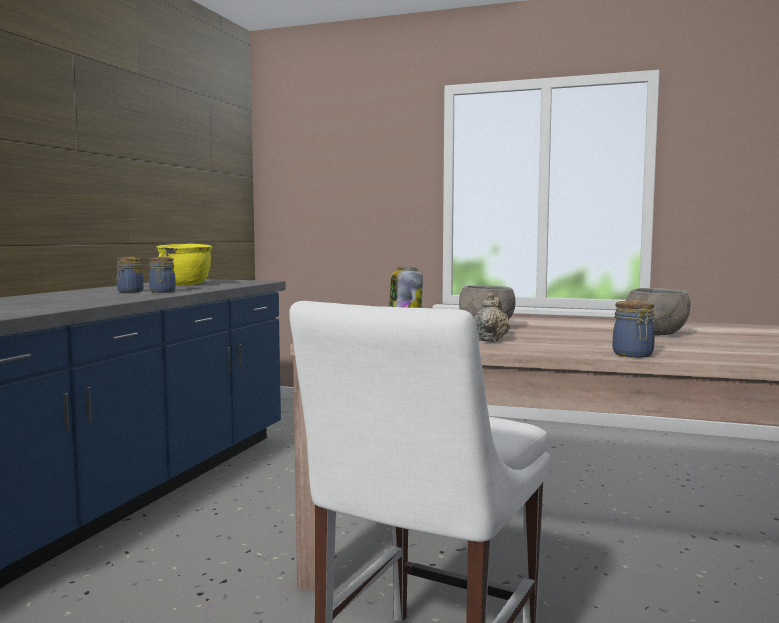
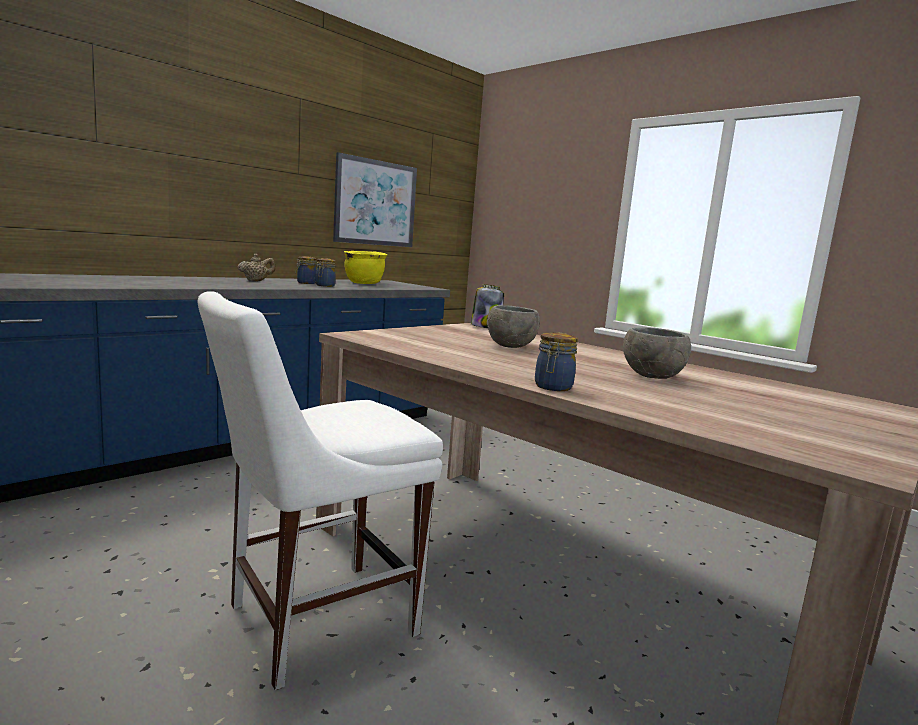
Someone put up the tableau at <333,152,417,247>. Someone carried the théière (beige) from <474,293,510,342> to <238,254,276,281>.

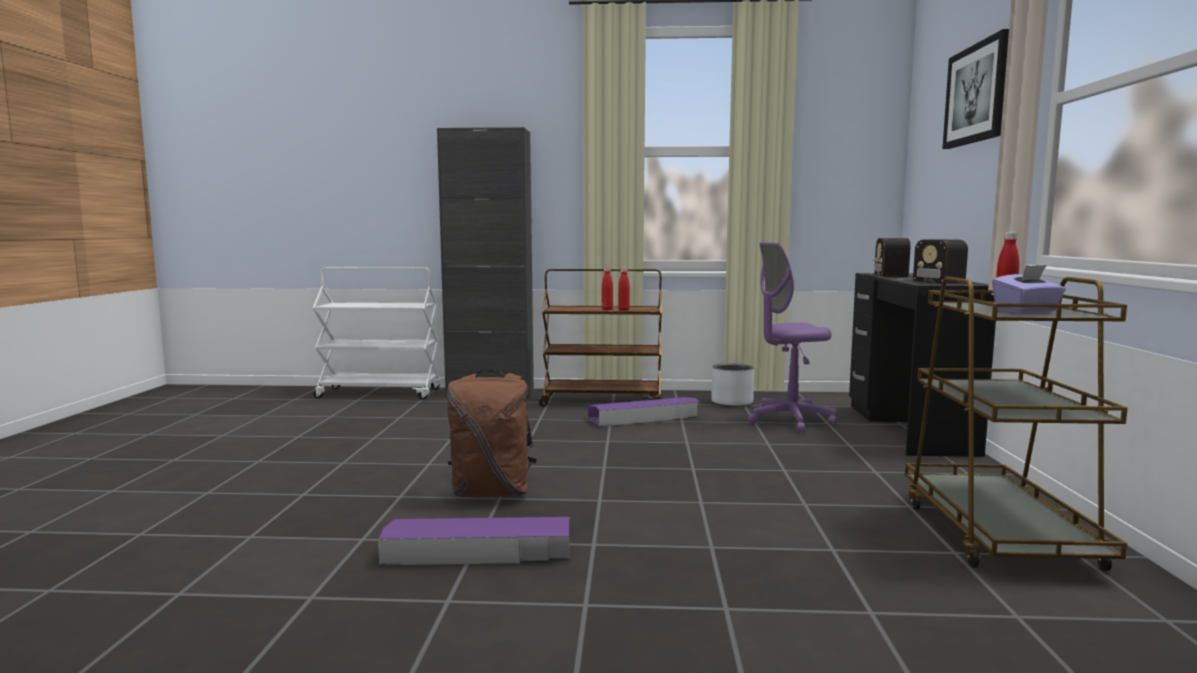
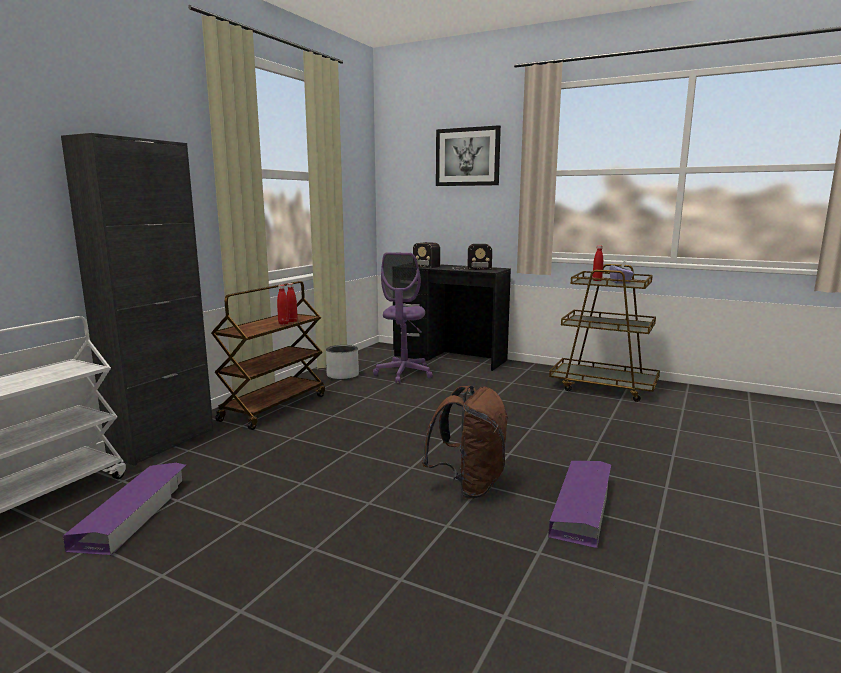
Someone carried the boîte de rangement (violet) from <588,397,699,427> to <63,463,186,555>.

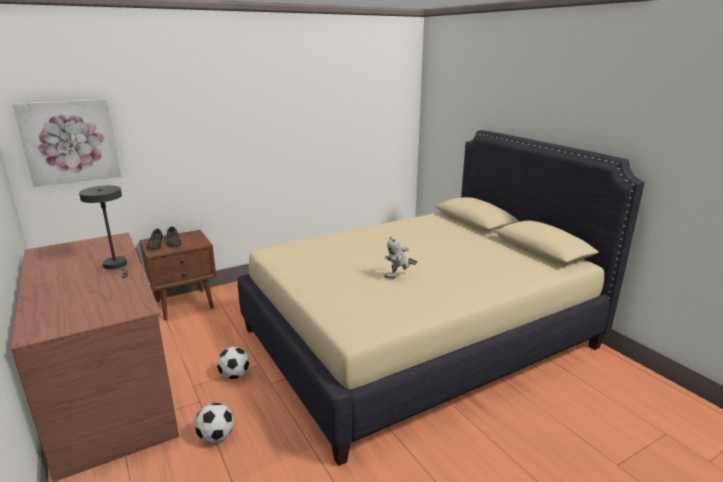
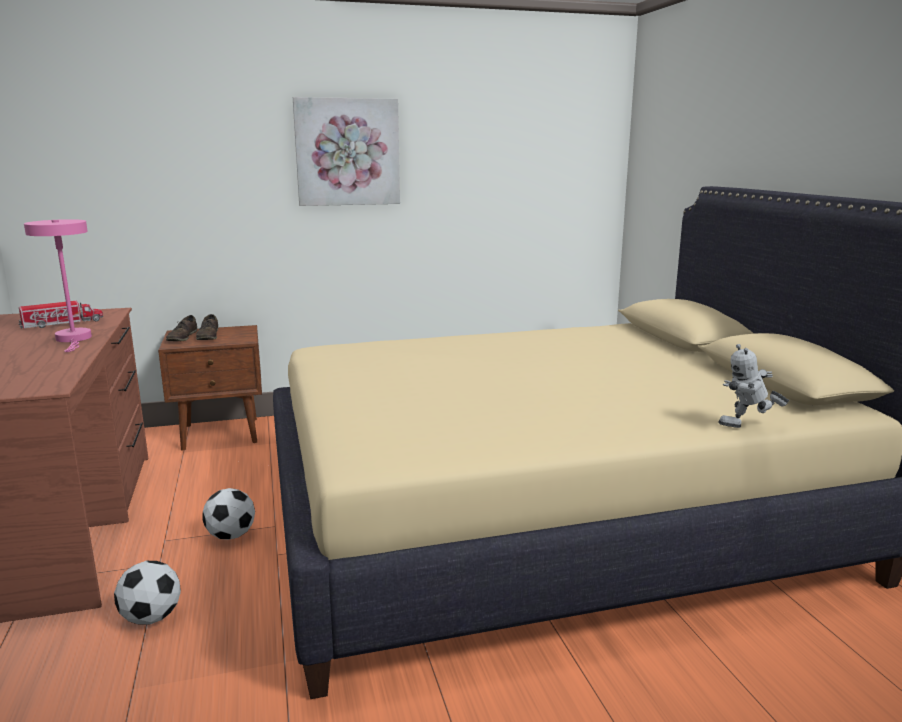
Someone put down the camion jouet at <19,301,103,329>. Someone carried the tableau from <13,99,121,187> to <293,97,400,206>. Someone carried the robot jouet from <384,236,417,278> to <718,344,789,428>. Someone repainted the lampe de table (gris) at <79,185,128,278>, which became the lampe de table (rose) at <24,219,92,352>.

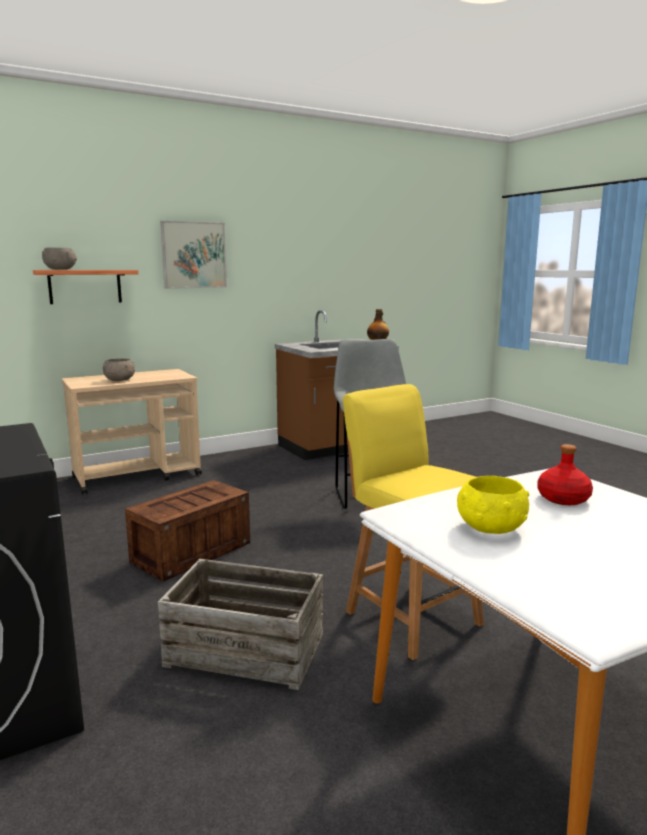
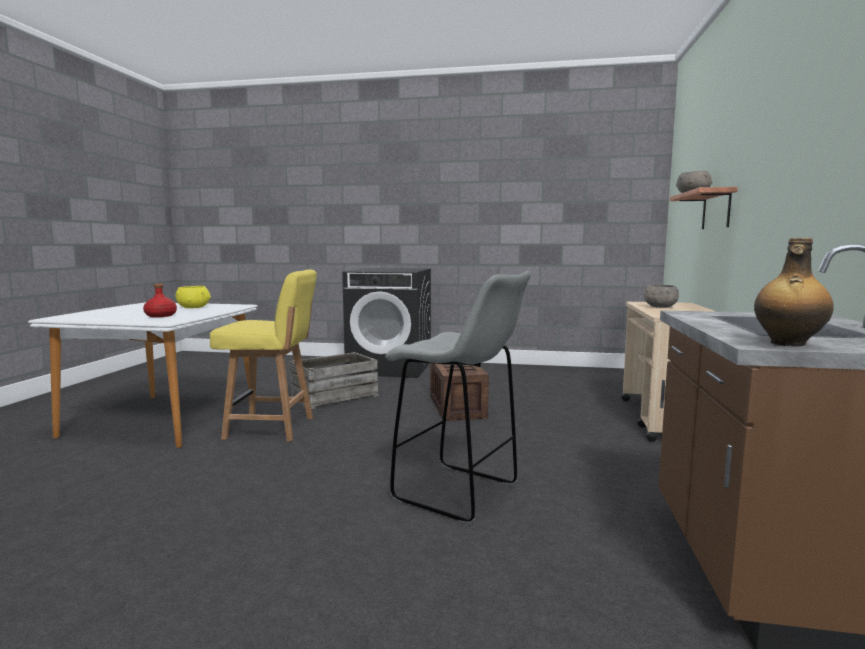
Someone took away the tableau at <160,221,227,289>.

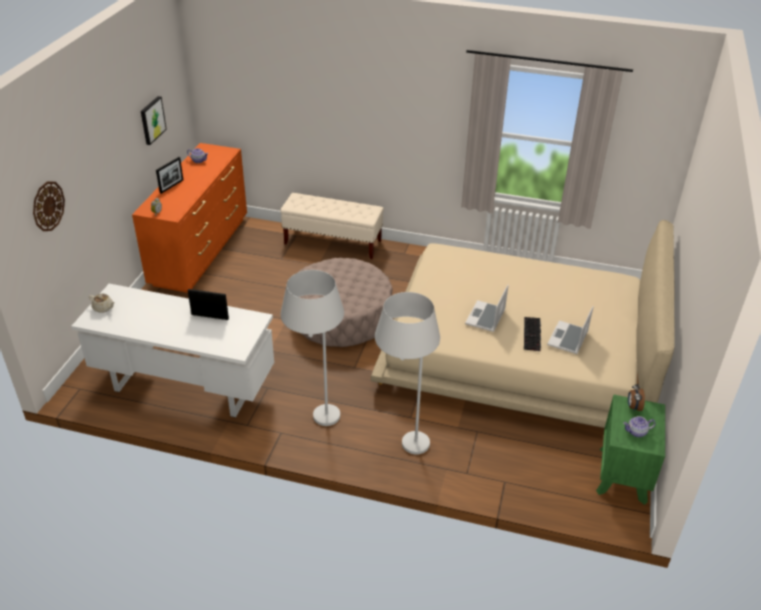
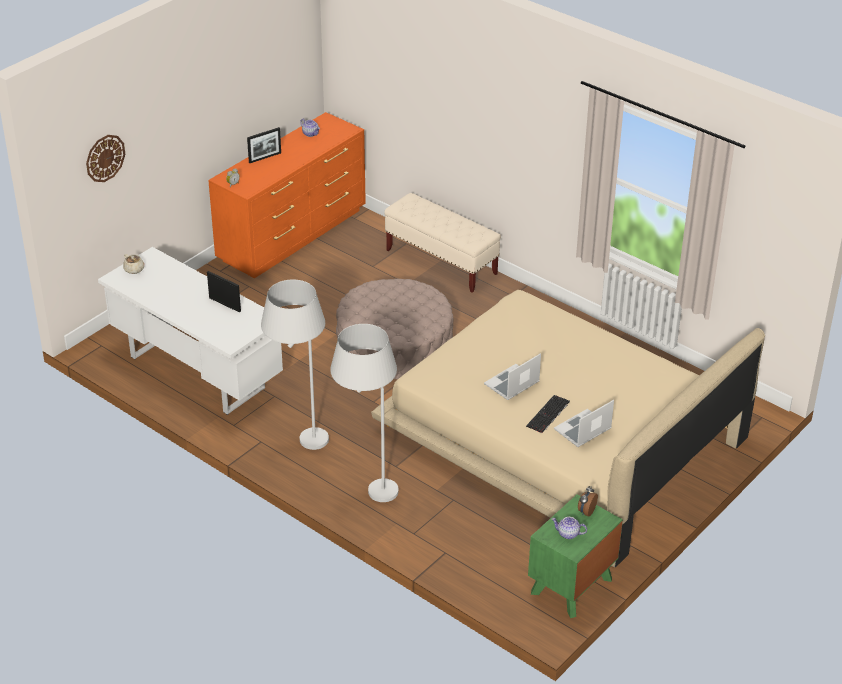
Someone took away the tableau at <141,96,167,145>.

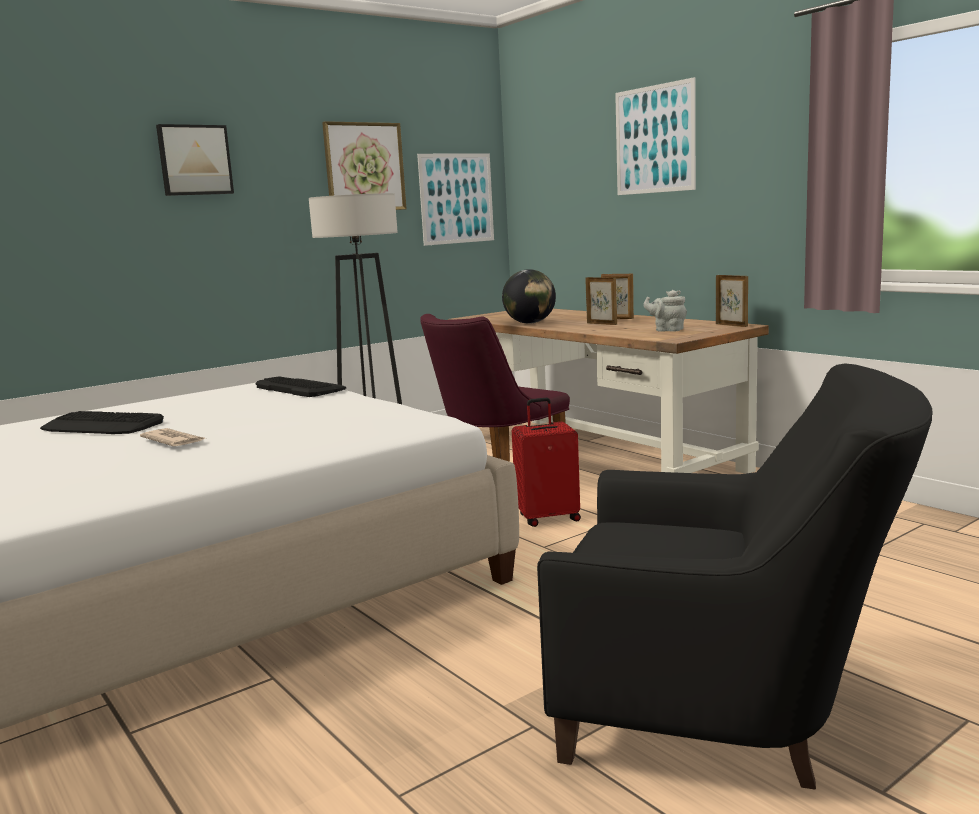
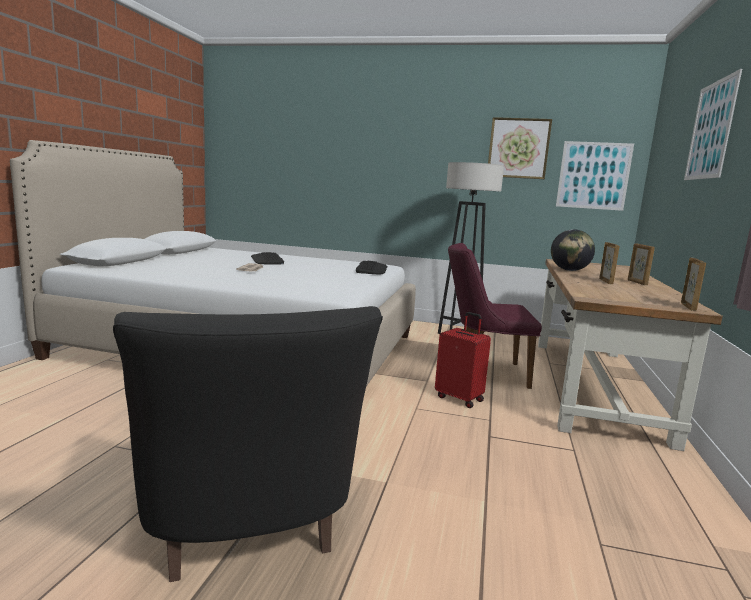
Someone took away the tableau at <156,124,234,196>. Someone took away the théière (gris) at <643,290,687,332>.

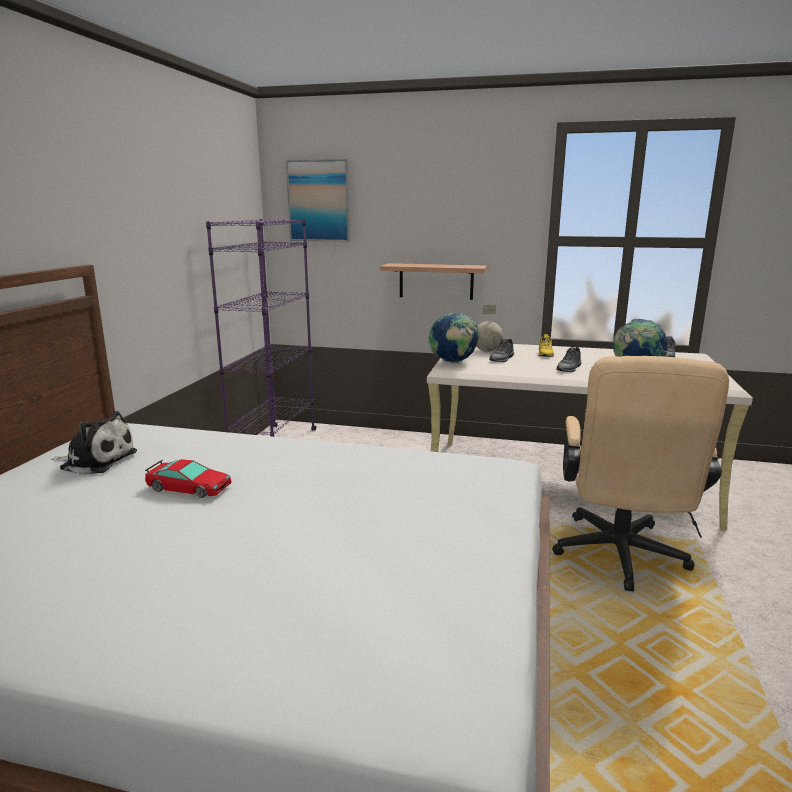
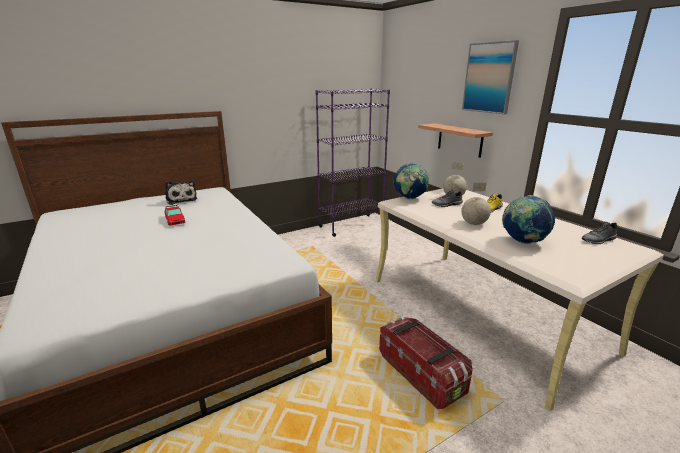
Someone carried the tableau from <286,159,350,242> to <462,40,519,114>. Someone swapped the chaise de bureau (beige) at <552,356,729,591> for the boîte de rangement at <379,317,473,409>. Someone swapped the chaussure (gris) at <556,347,581,372> for the globe at <461,183,491,225>.

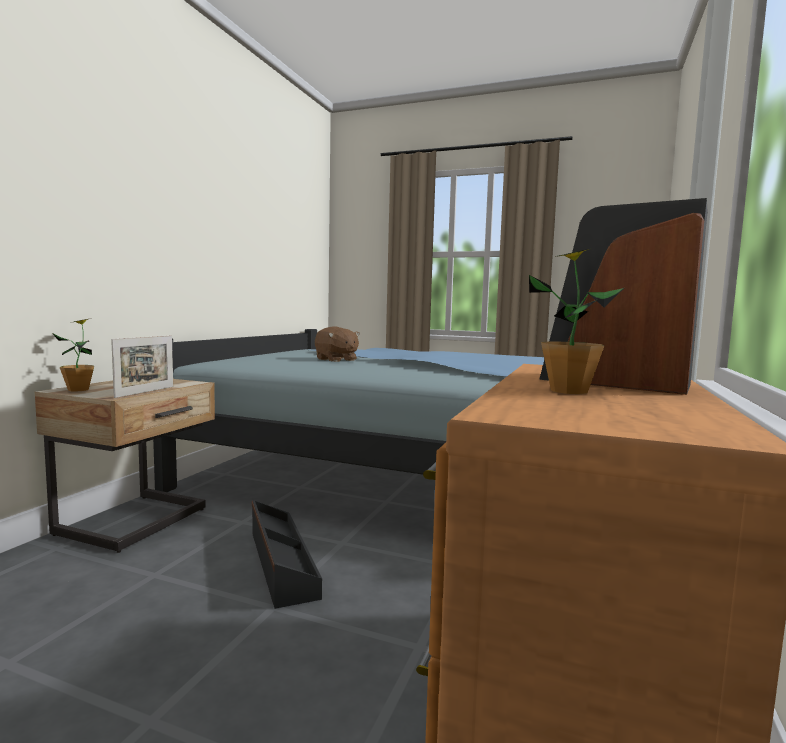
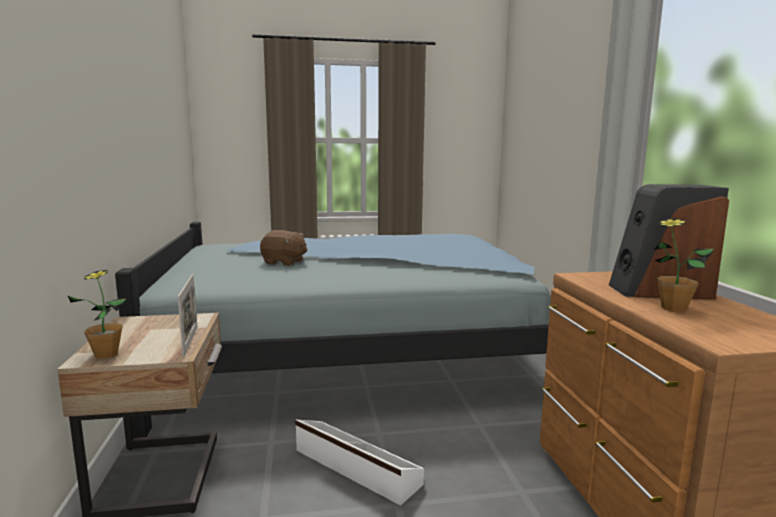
Someone repainted the boîte de rangement (noir) at <252,500,322,609>, which became the boîte de rangement (blanc) at <295,420,424,506>.

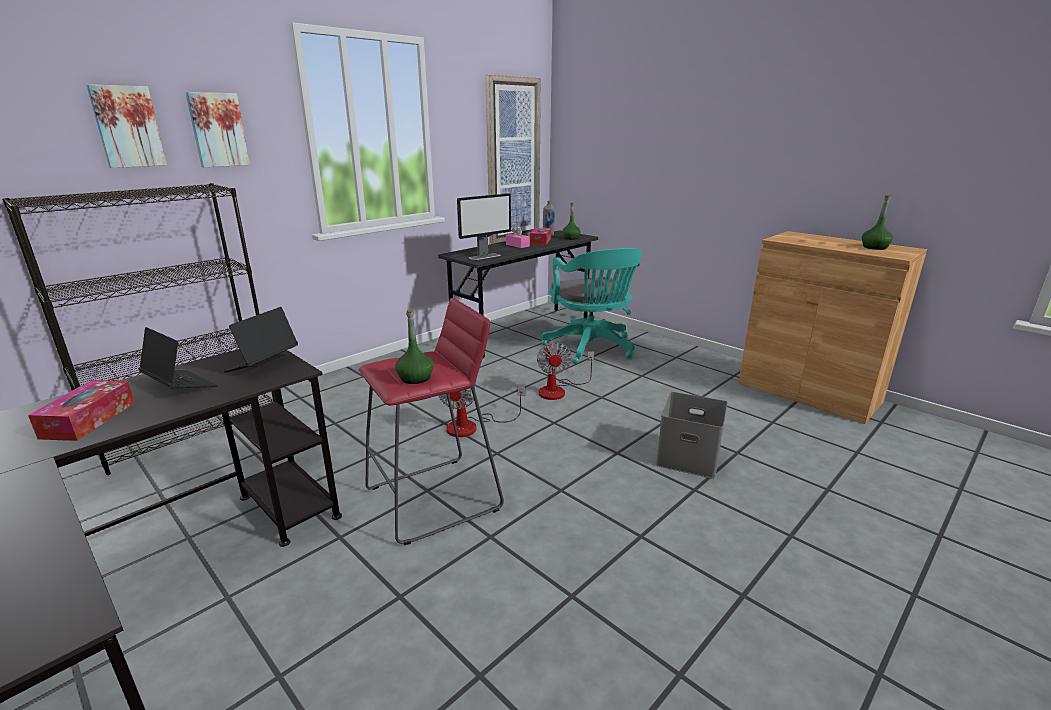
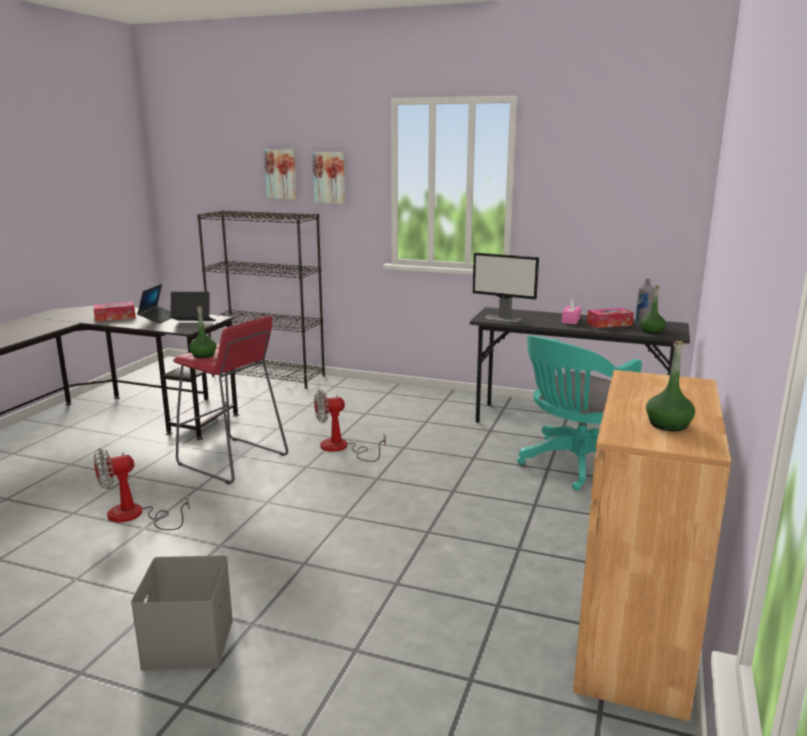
Someone took away the tableau at <485,75,541,244>. Someone carried the ventilateur from <537,342,594,400> to <94,448,190,530>. Someone carried the boîte de rangement (gris) from <656,392,728,479> to <131,555,233,671>.

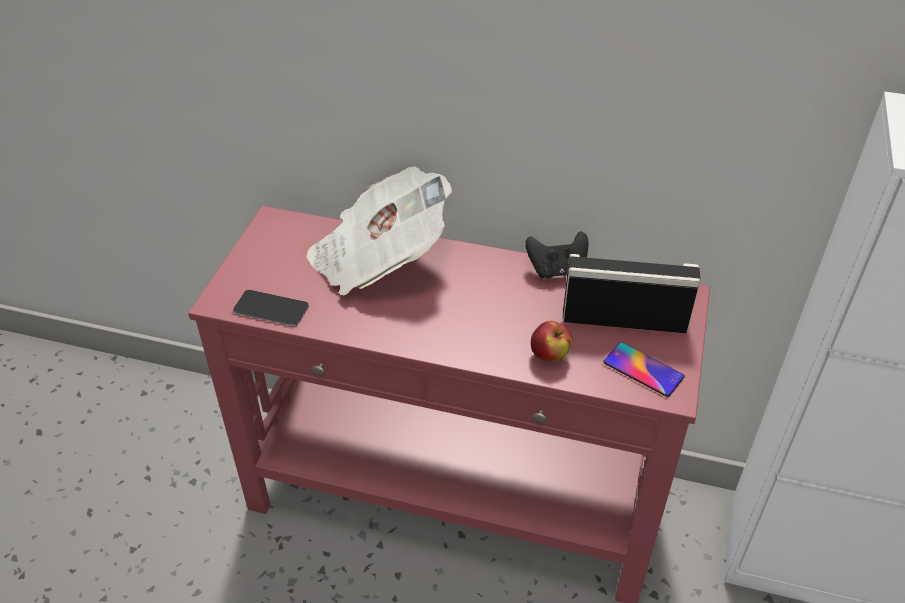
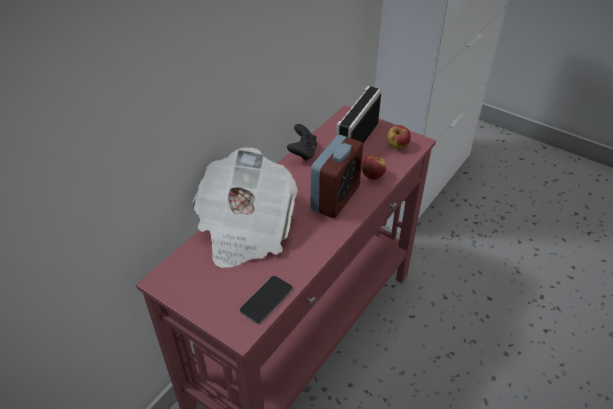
Someone put down the réveil at <310,135,363,218>. Someone swapped the téléphone at <603,342,685,397> for the pomme at <387,125,411,149>.

